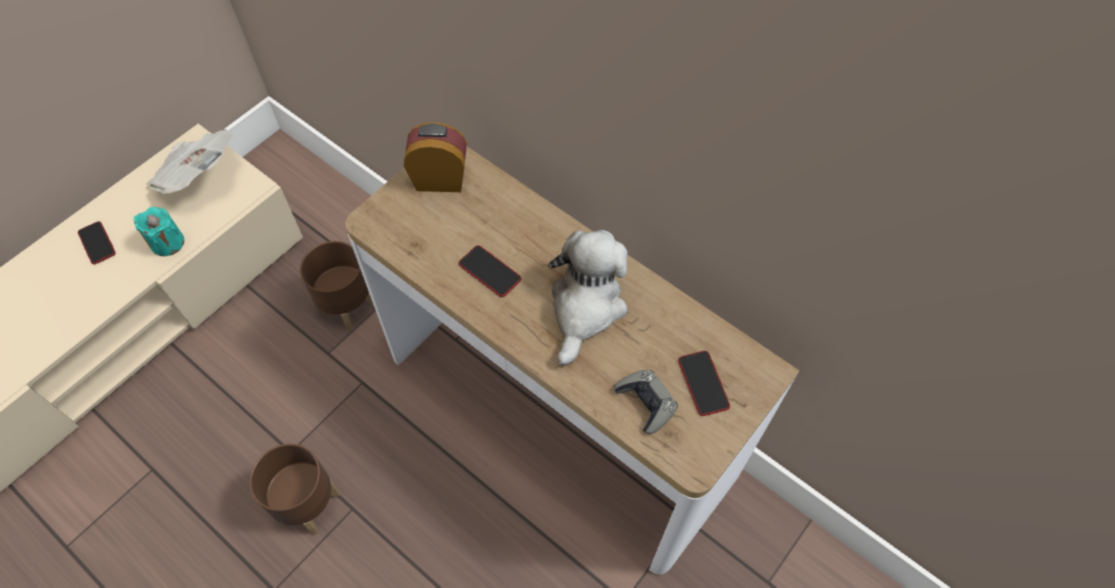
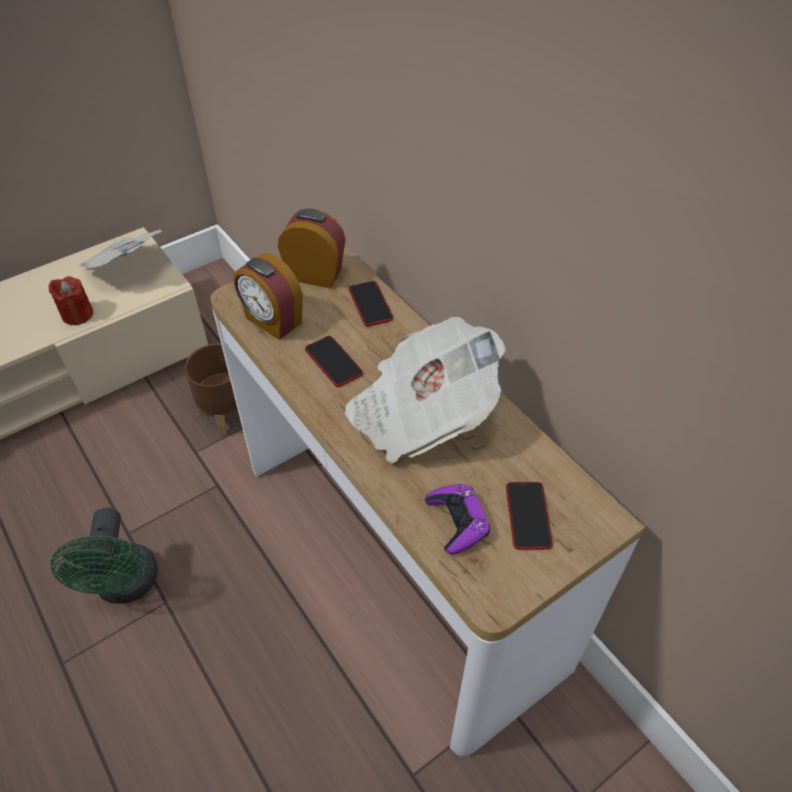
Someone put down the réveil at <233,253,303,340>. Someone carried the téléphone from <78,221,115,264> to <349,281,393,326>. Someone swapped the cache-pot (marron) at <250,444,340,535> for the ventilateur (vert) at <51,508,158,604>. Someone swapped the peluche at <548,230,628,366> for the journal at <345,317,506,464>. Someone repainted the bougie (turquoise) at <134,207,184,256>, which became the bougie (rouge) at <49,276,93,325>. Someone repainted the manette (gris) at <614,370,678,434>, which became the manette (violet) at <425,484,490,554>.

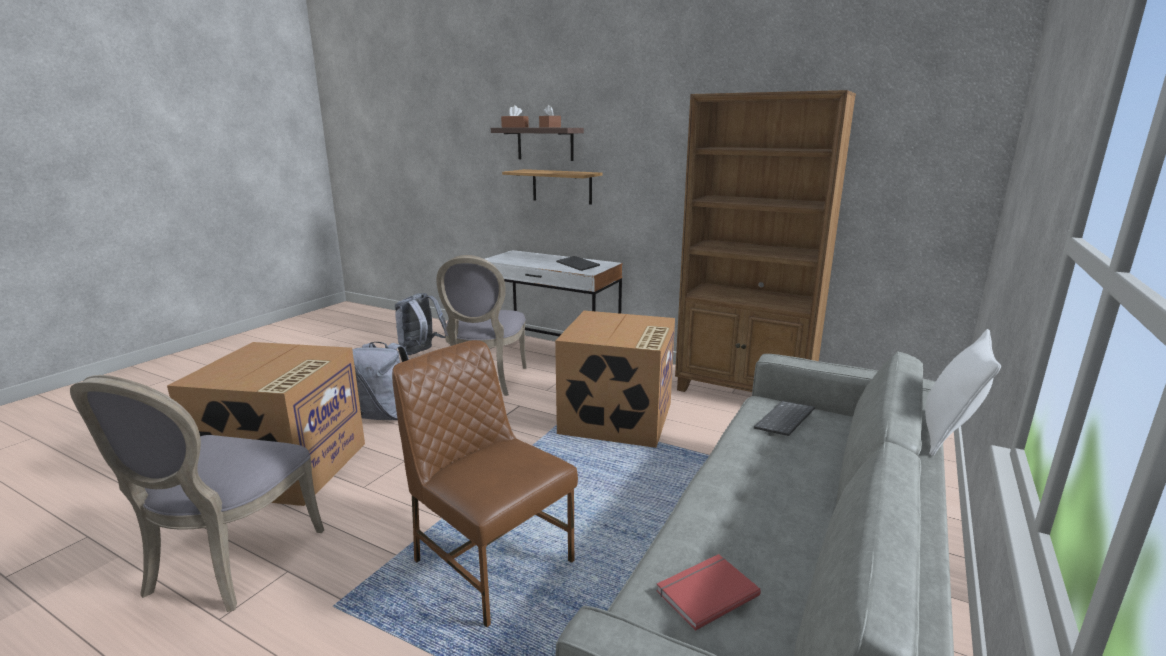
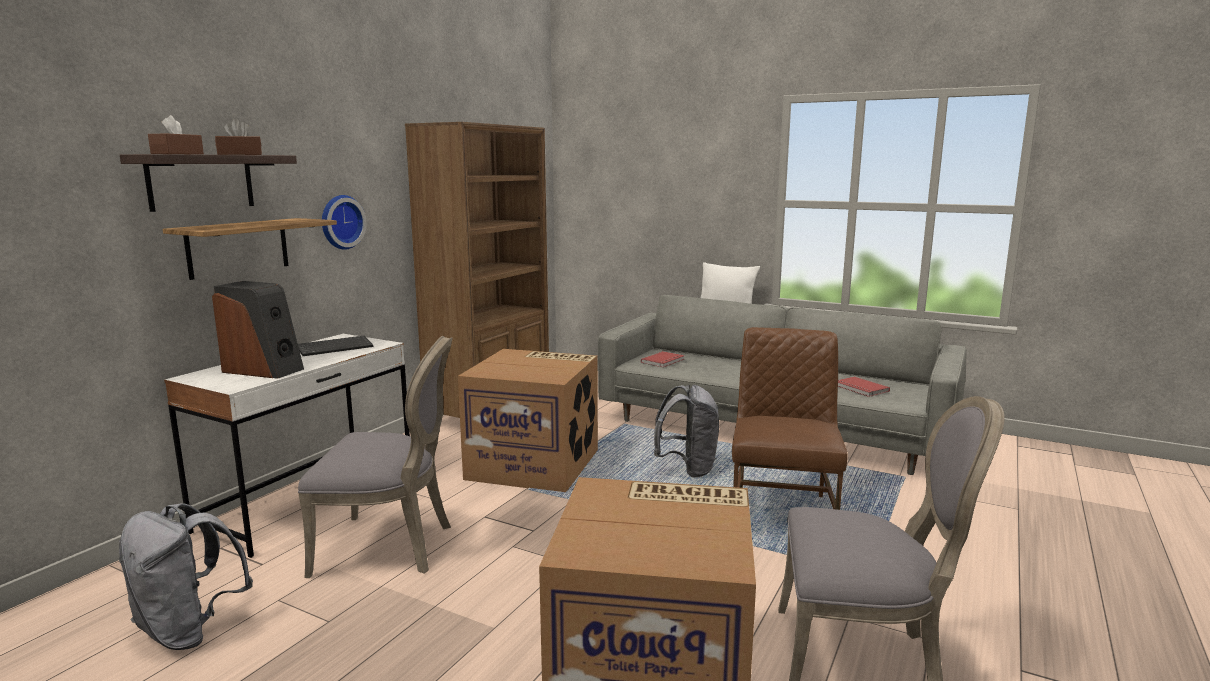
Someone put down the enceinte at <212,281,304,379>. Someone put up the horloge murale at <322,195,367,250>. Someone carried the sac à dos (gris) from <352,342,409,420> to <654,385,719,477>. Someone swapped the clavier at <754,401,815,436> for the livre (rouge) at <641,351,685,367>. Someone rotated the chaise (marron) at <392,340,578,627> by 150 degrees clockwise.

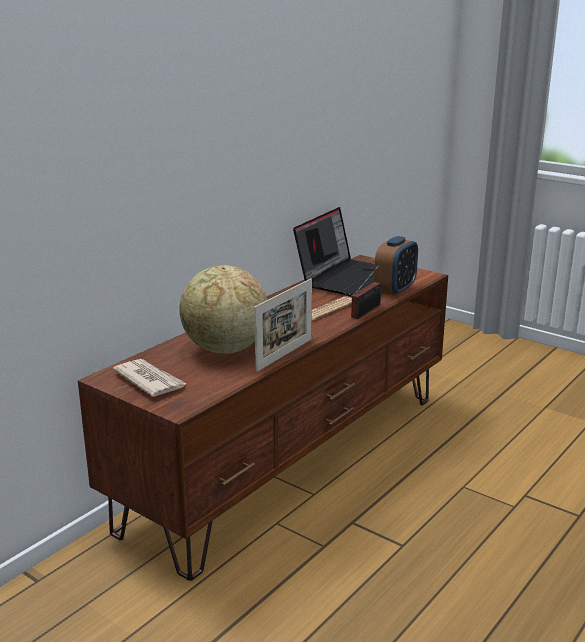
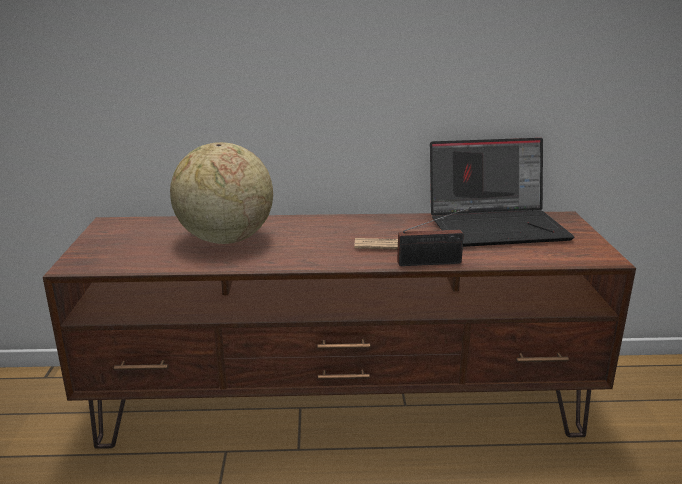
Someone took away the journal at <113,359,187,397>. Someone took away the cadre photo at <254,278,312,372>. Someone took away the réveil at <374,236,418,296>.

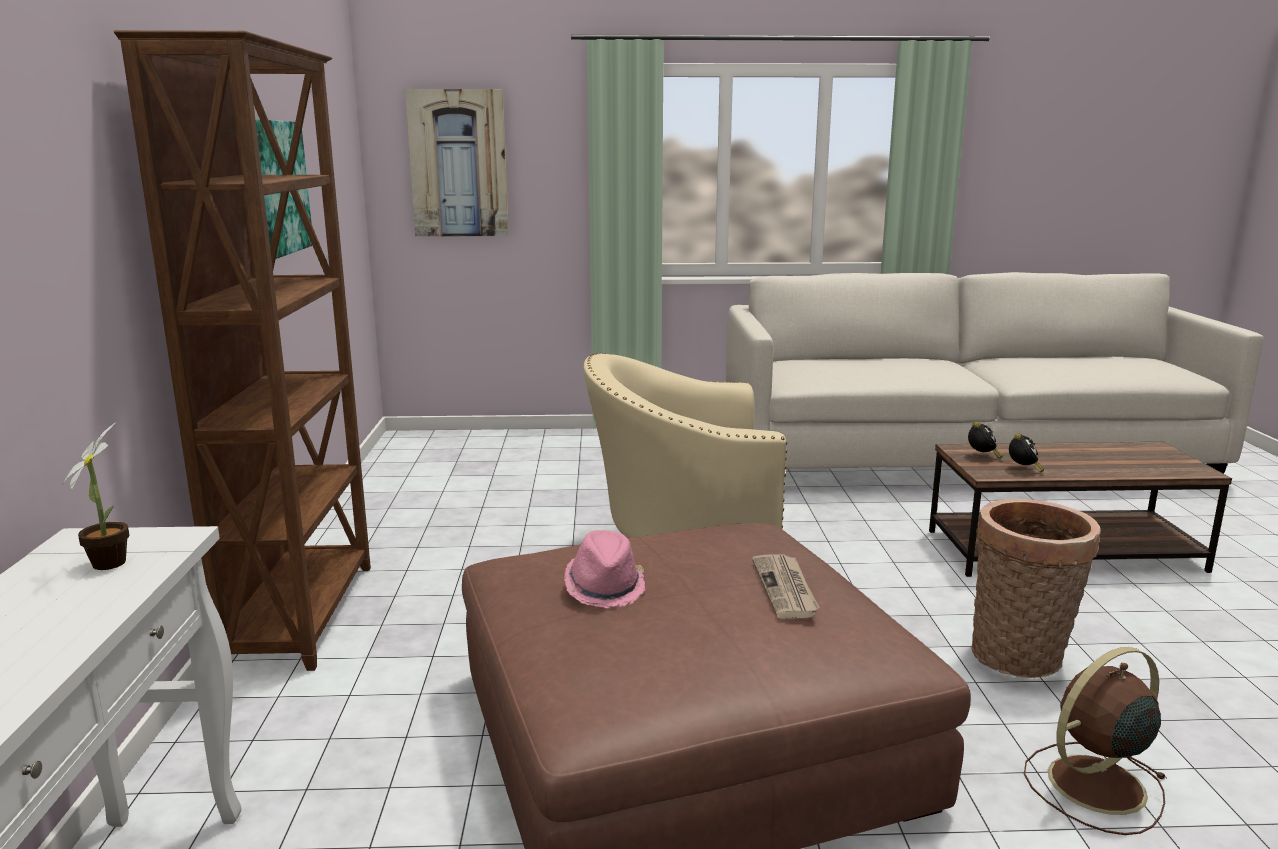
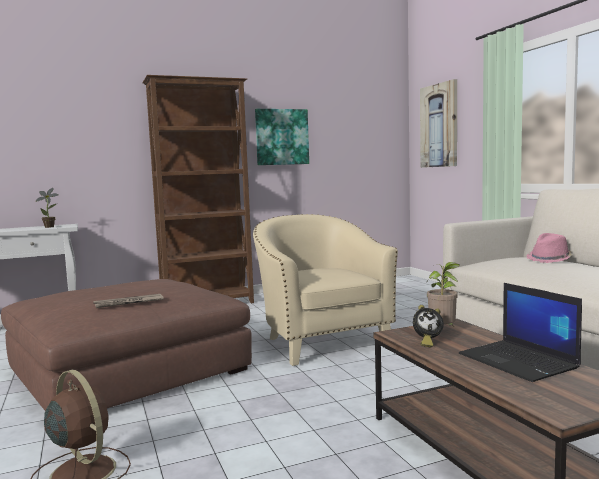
Someone took away the panier at <971,499,1101,678>. Someone put down the ordinateur portable at <459,283,582,382>. Someone carried the chapeau (rose) from <564,530,645,608> to <527,233,572,263>. Someone swapped the réveil at <968,422,1003,459> for the plante en pot at <427,262,460,326>.

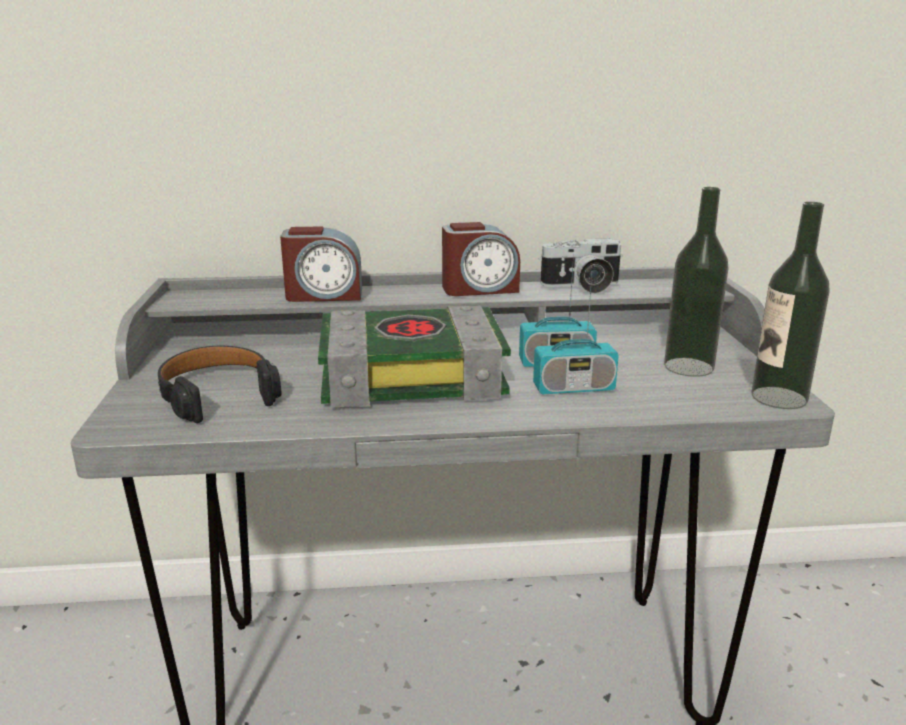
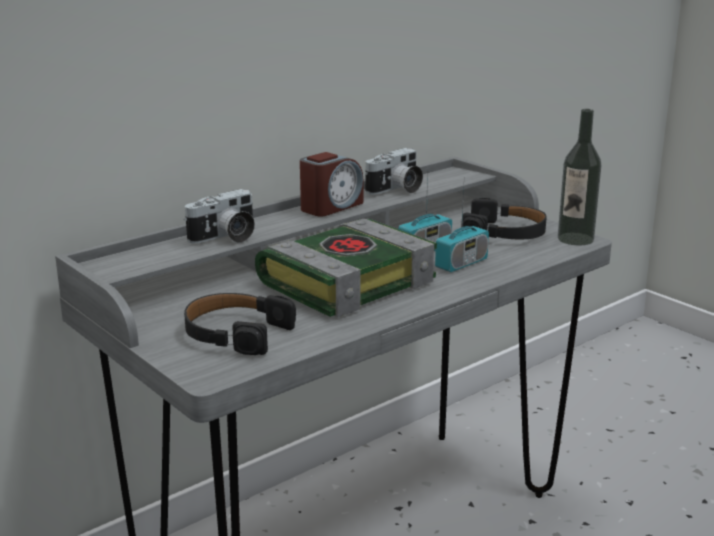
Someone swapped the réveil at <280,226,362,302> for the appareil photo at <184,189,255,243>. Someone swapped the bouteille at <664,187,728,377> for the casque audio (noir) at <461,198,547,239>.

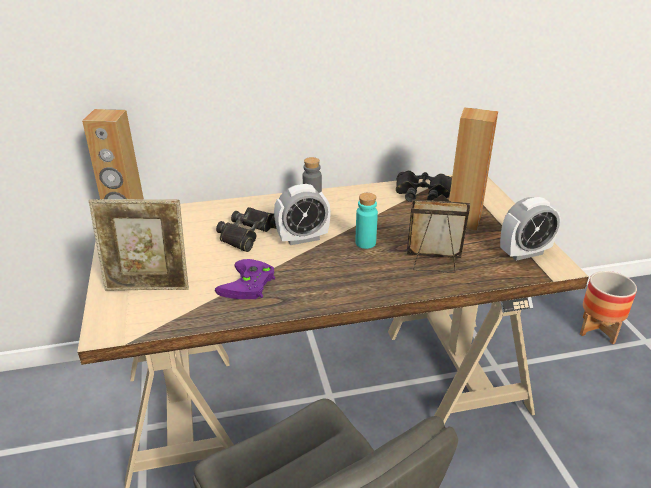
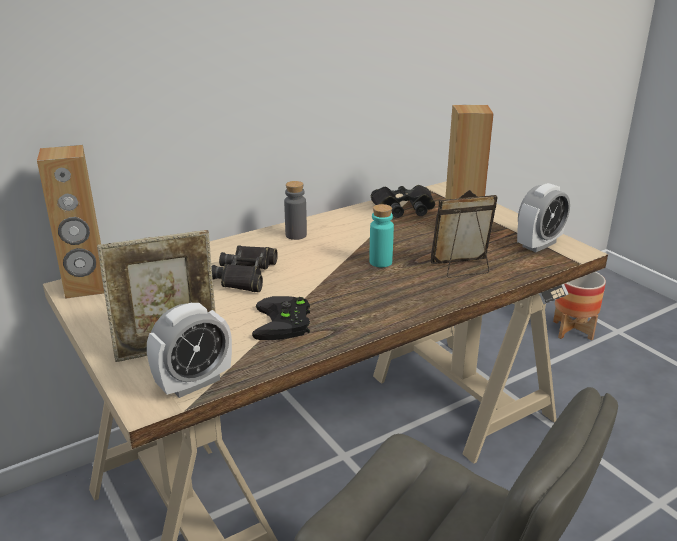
Someone carried the réveil from <274,184,331,245> to <147,303,232,398>. Someone repainted the manette (violet) at <215,259,275,299>, which became the manette (noir) at <252,296,310,340>.

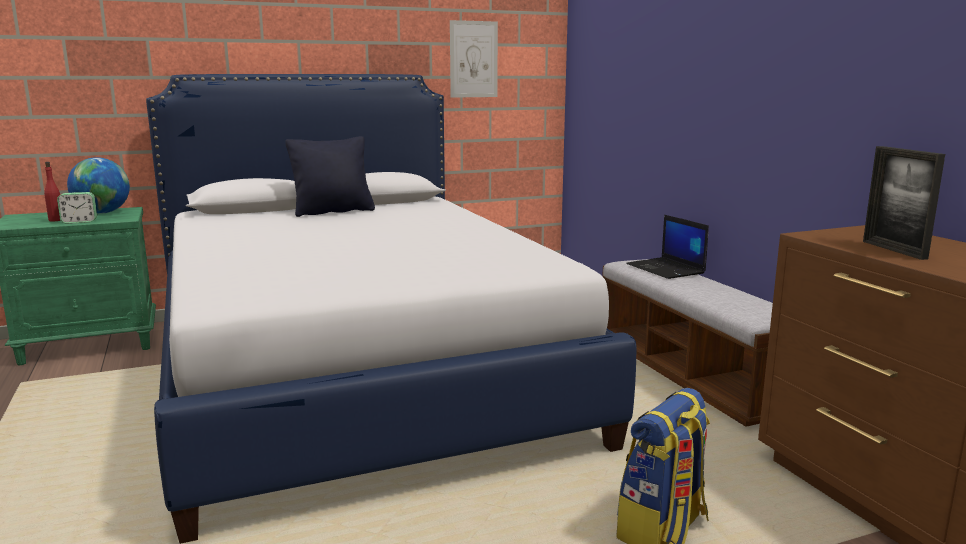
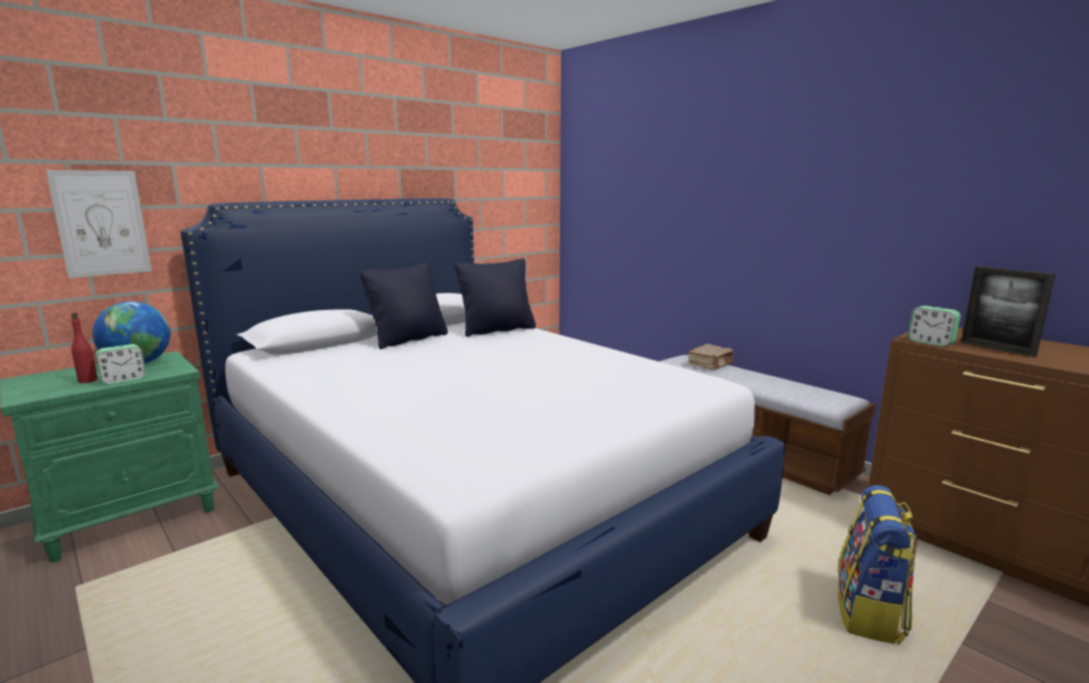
Someone put down the coussin (noir) at <455,258,536,337>. Someone put down the réveil at <908,306,961,347>. Someone carried the tableau from <450,20,498,98> to <46,170,152,278>. Someone swapped the ordinateur portable at <626,215,709,279> for the livre (marron) at <688,344,734,370>.

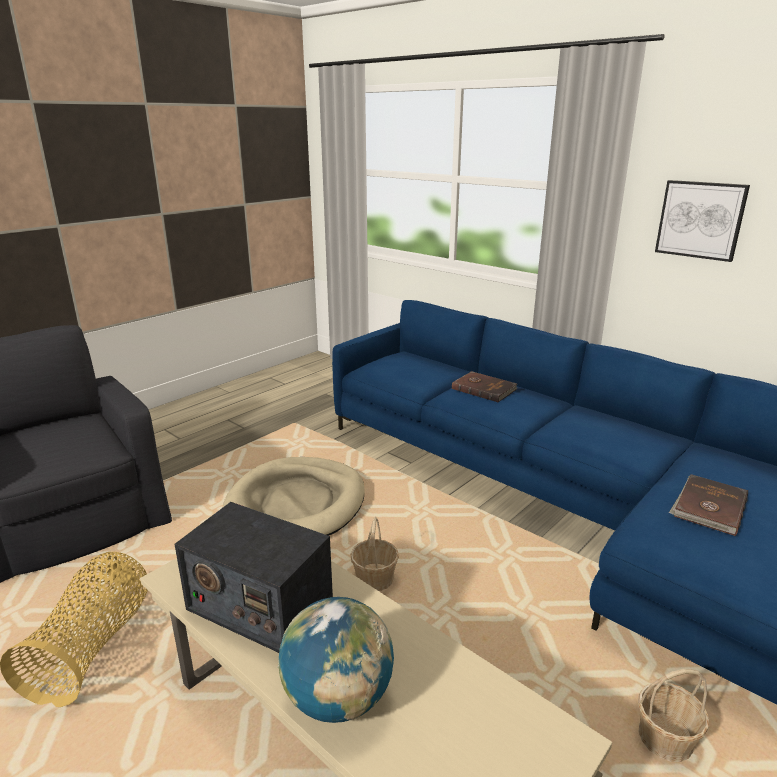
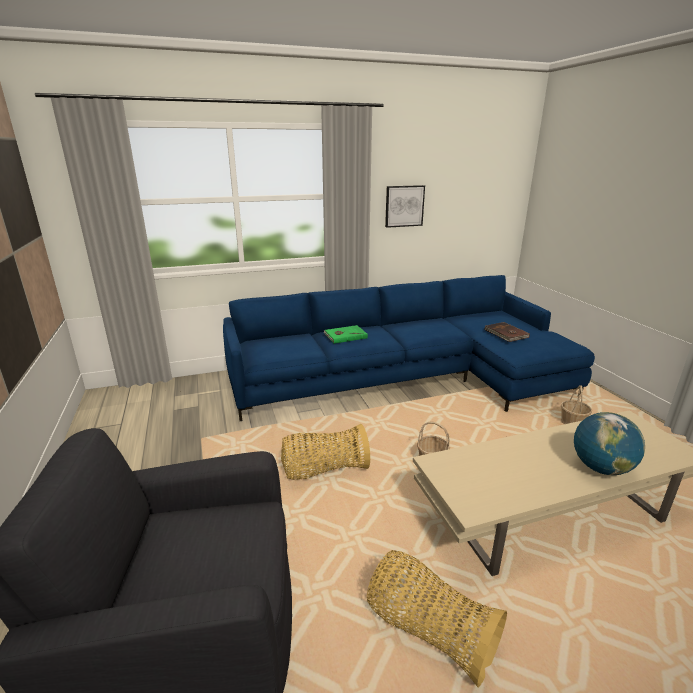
Someone took away the radio at <175,502,333,653>. Someone swapped the panier pour chien (beige) at <223,457,365,536> for the panier at <281,424,370,480>. Someone repainted the livre (marron) at <452,371,517,402>, which became the livre (vert) at <323,325,368,344>.

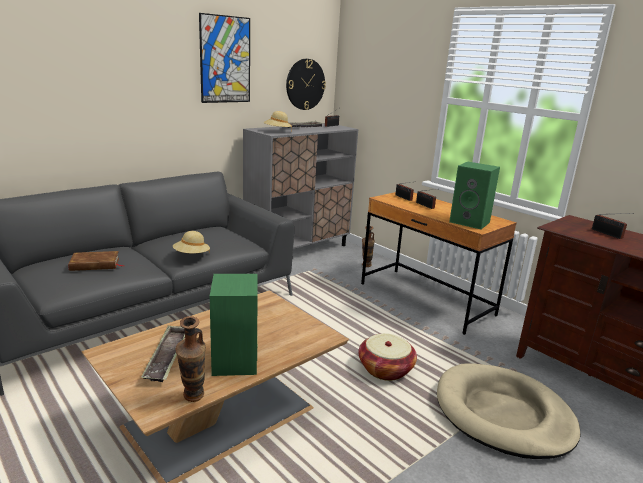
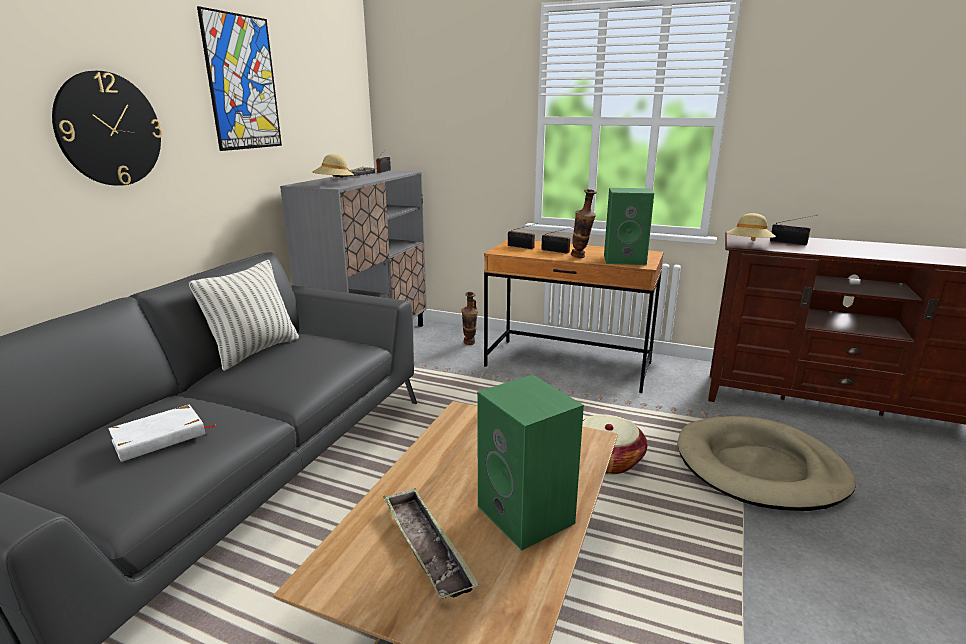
Someone put down the coussin at <189,260,299,371>. Someone carried the chapeau (beige) from <173,231,210,253> to <726,213,776,242>. Someone carried the vase from <176,316,206,402> to <571,189,597,258>. Someone carried the horloge murale from <286,59,326,110> to <52,71,162,186>. Someone repainted the livre (marron) at <68,251,125,271>, which became the livre (blanc) at <108,404,215,462>.

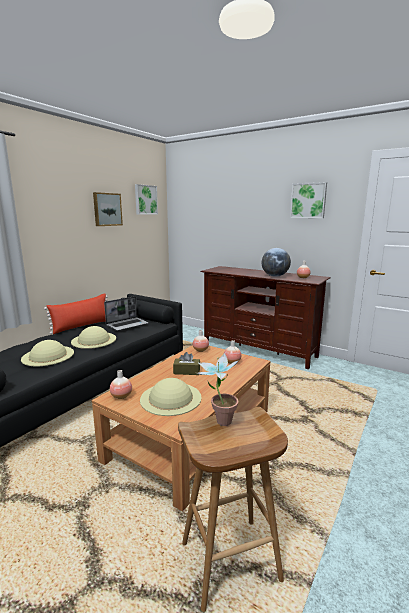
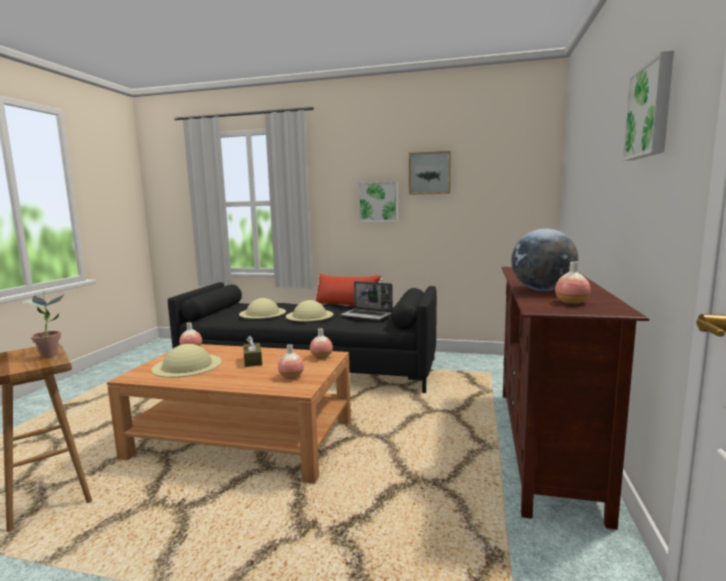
Someone carried the tableau from <135,184,158,215> to <358,181,398,222>.

